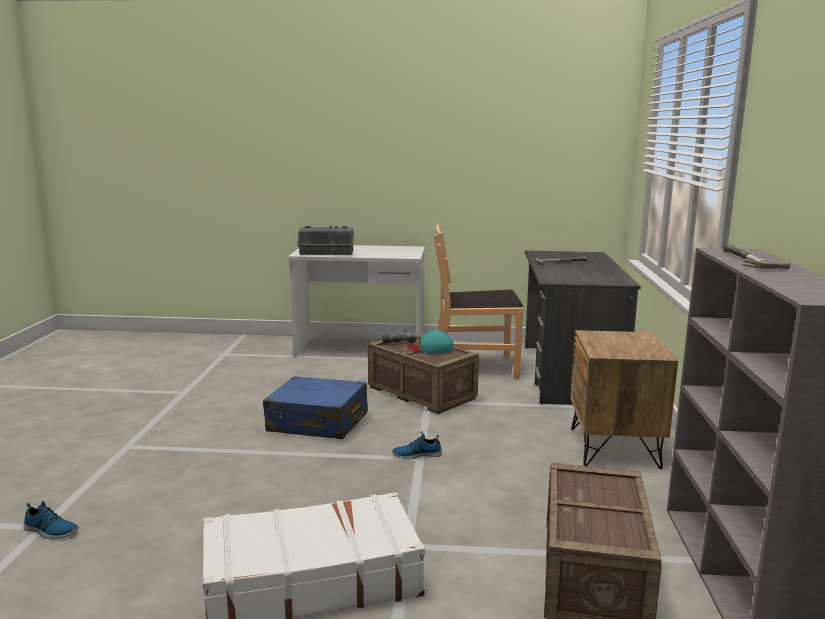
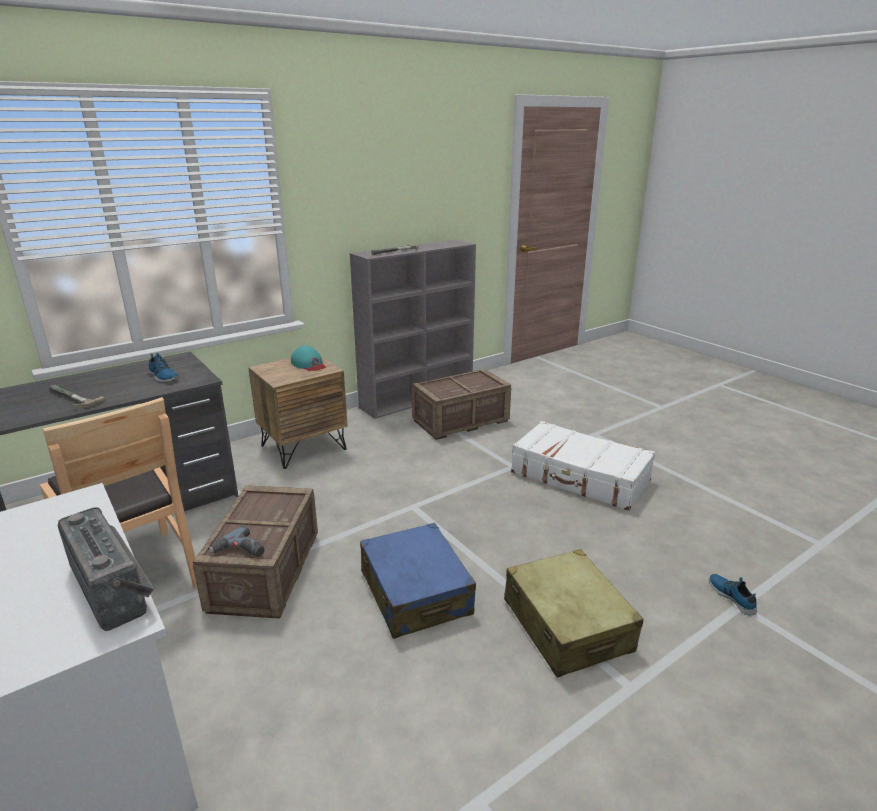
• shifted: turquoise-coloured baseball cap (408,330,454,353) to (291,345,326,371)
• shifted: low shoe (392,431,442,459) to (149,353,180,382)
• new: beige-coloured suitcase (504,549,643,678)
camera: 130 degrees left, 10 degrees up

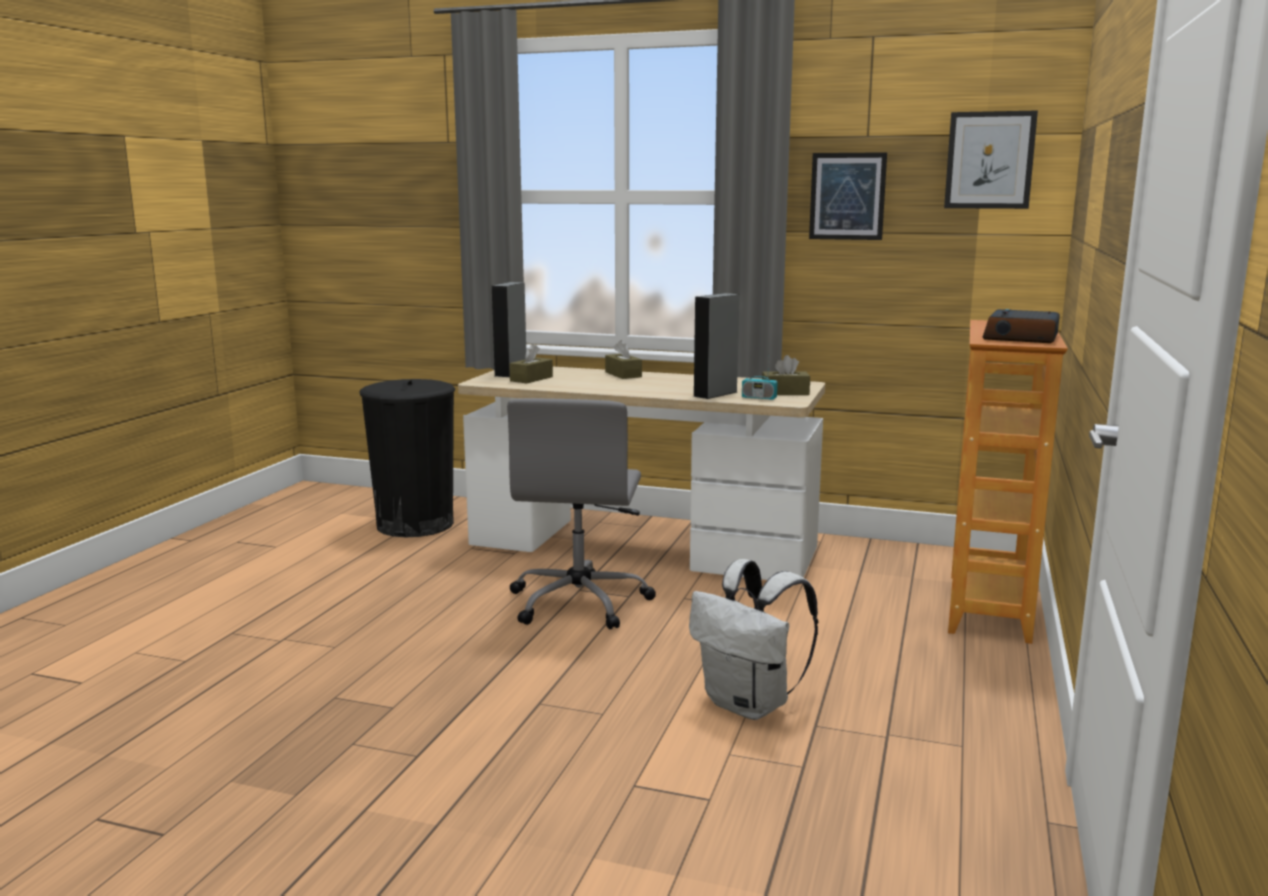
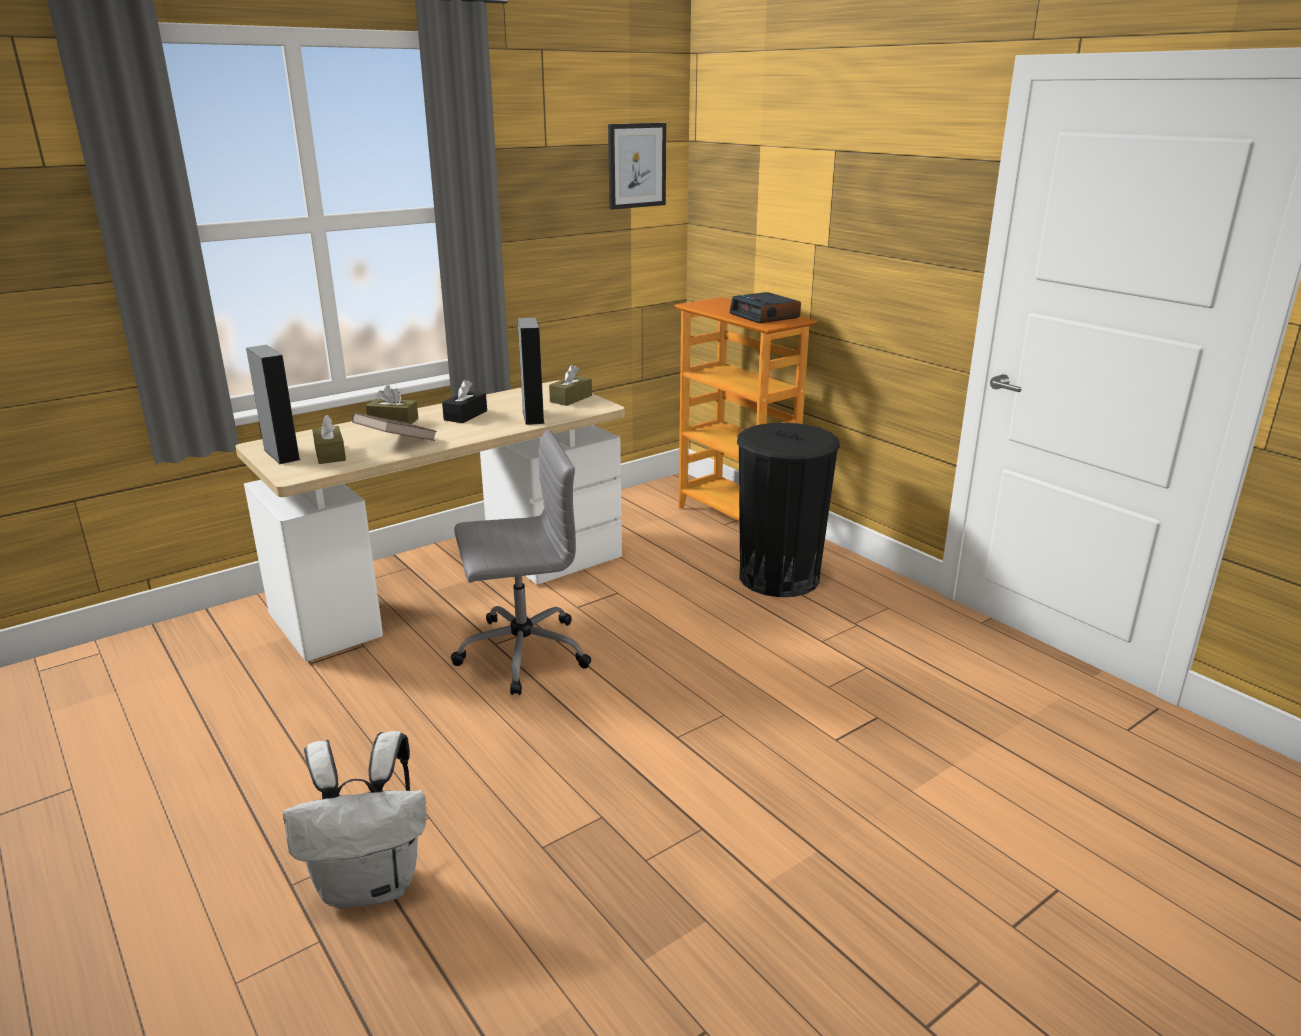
• gone: picture (809,152,887,240)
• gone: radio (742,355,777,400)
• shifted: black trash can (359,379,455,537) to (737,423,840,597)
• rotated: grey desk chair (507,398,656,629) = (451,429,592,695) 60 degrees counterclockwise
• shifted: white-coloured rucksack (689,559,818,720) to (283,731,427,909)
• new: black tissue box (442,380,487,423)
• new: brown volume (352,412,437,441)
camera: 55 degrees left, 10 degrees up

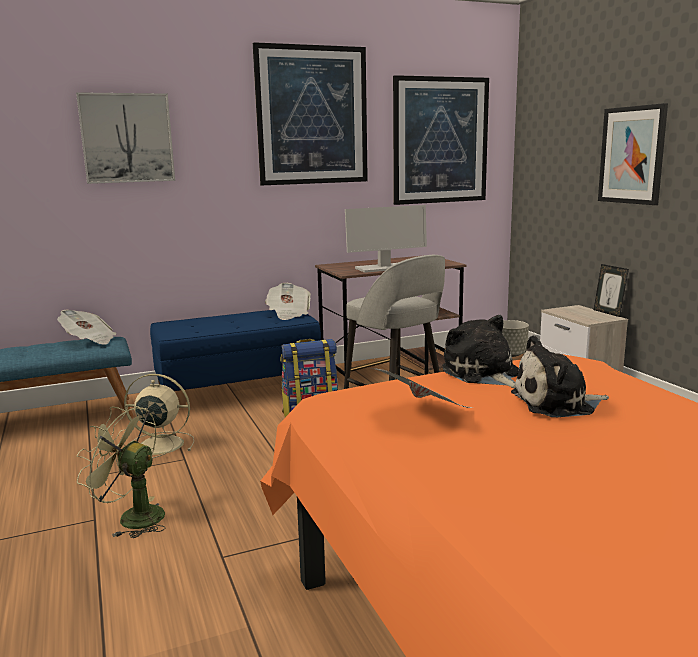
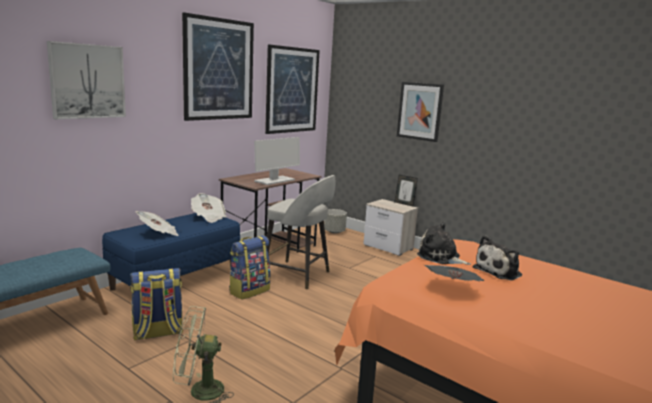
• shifted: printed paper (57,310,117,345) to (136,211,179,236)
• swapped: beige-coloured fan (124,374,194,458) to rucksack (130,268,183,341)
camera: 30 degrees left, 0 degrees up

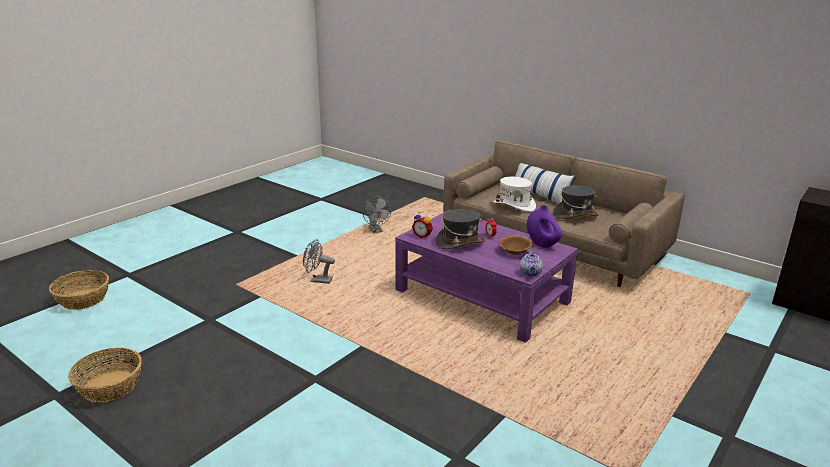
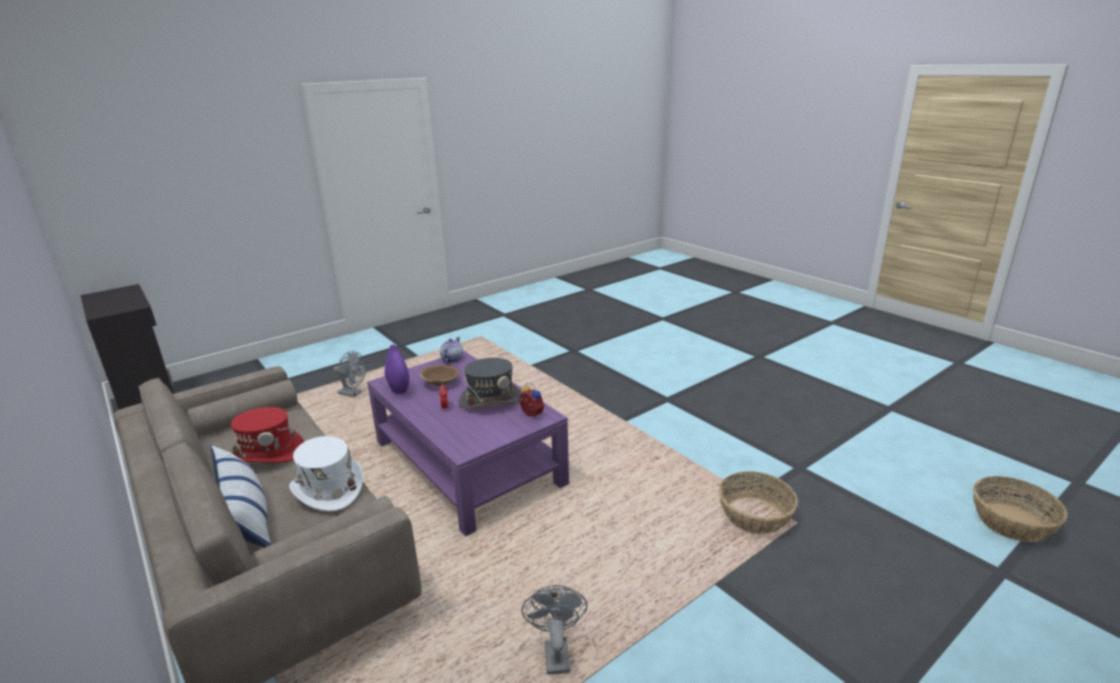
• repainted: grey clothing hat (553,185,599,219) to reddish clothing hat (231,407,304,463)
• shifted: grey fan (303,239,335,284) to (333,351,366,397)
• shifted: storage basket (68,348,142,402) to (719,471,798,534)
camera: 165 degrees left, 0 degrees up

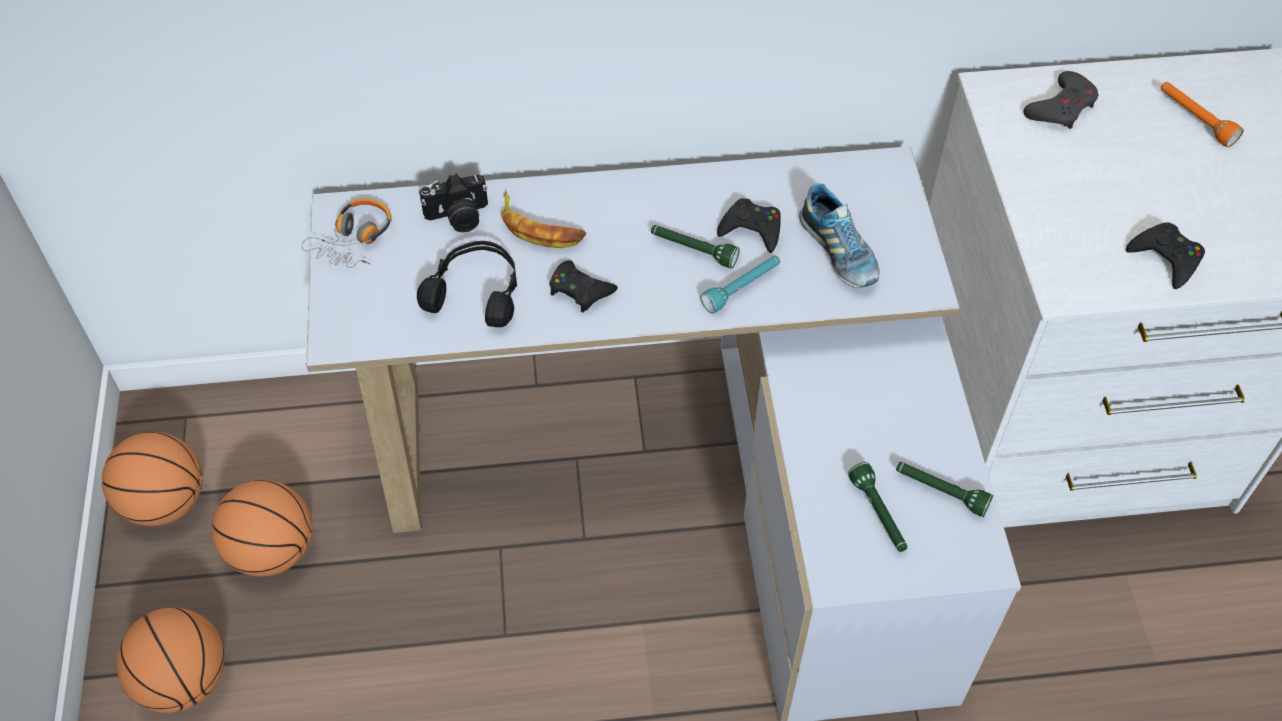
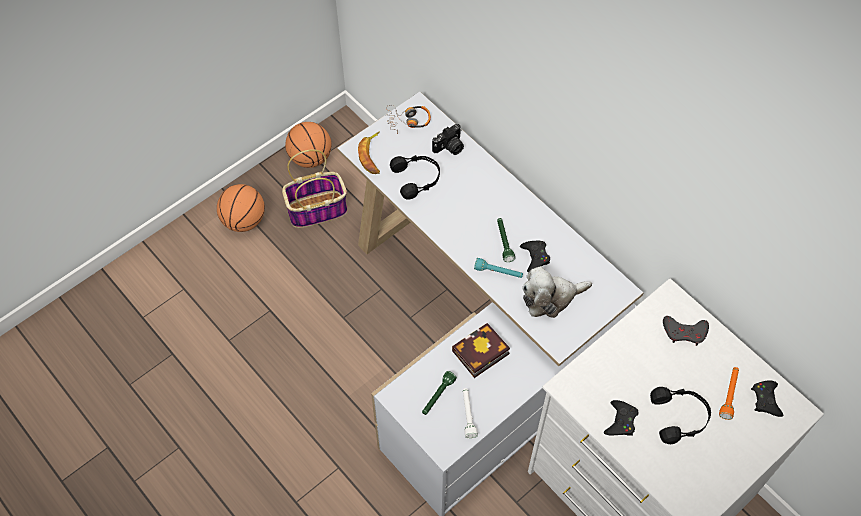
• rotated: still camera (419,174,488,232) = (432,124,464,155) 75 degrees counterclockwise
• swapped: low shoe (799,183,880,288) to cuddly toy (522,266,592,318)
• shifted: whole banana (500,191,586,248) to (358,132,380,174)
• shifted: black game controller (549,260,618,313) to (751,381,784,417)
• repainted: green-coloured hand torch (896,462,993,517) to white-coloured hand torch (463,388,478,439)
• swapped: ball for basketball (211,480,313,576) to storage basket (282,150,348,228)
• new: volume (452,323,510,378)
• new: black pair of headphones (650,387,711,444)
camera: 55 degrees right, 5 degrees up

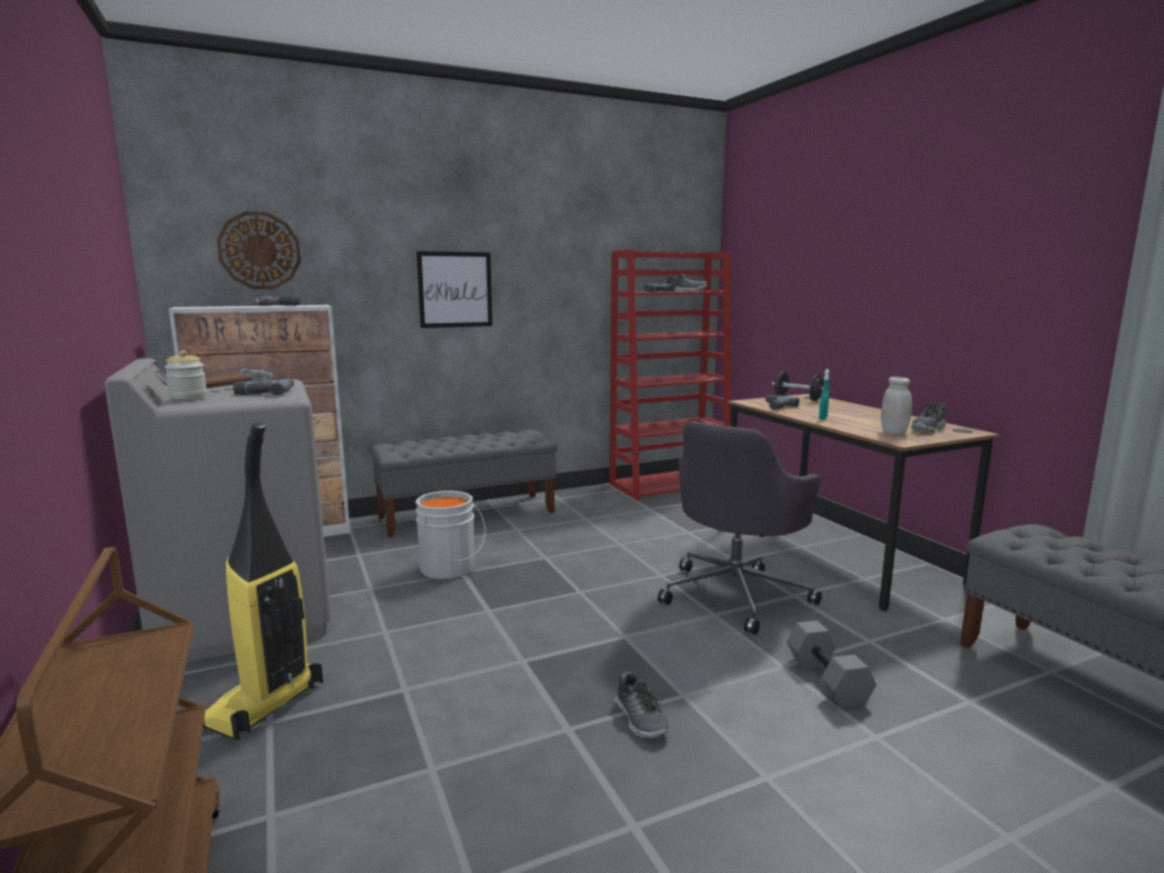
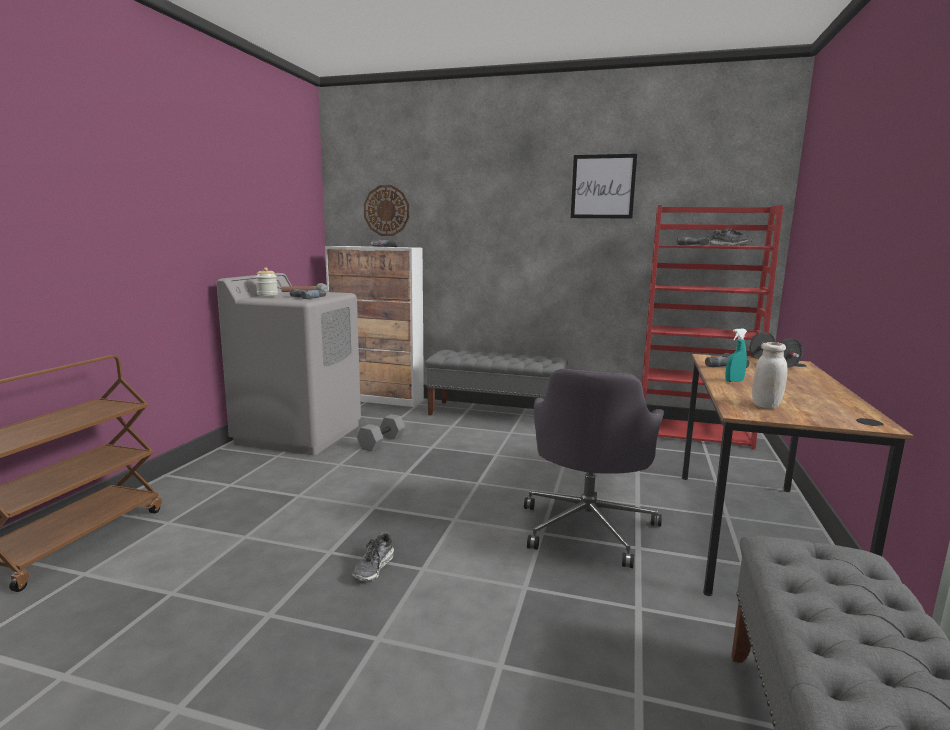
• shifted: picture (416,251,492,328) to (571,154,637,219)
• gone: low shoe (911,403,946,433)
• rotated: grey desk chair (658,421,822,634) = (524,369,664,568) 60 degrees counterclockwise
• gone: hoover (203,422,323,740)
• gone: grey water bucket (415,491,486,579)
• shifted: grey dumbbell (787,620,876,709) to (357,414,405,451)
camera: 40 degrees right, 0 degrees up

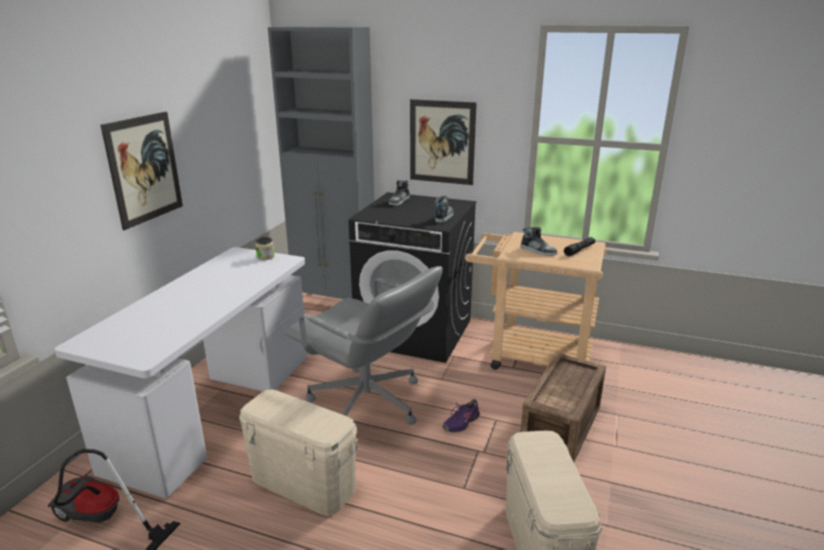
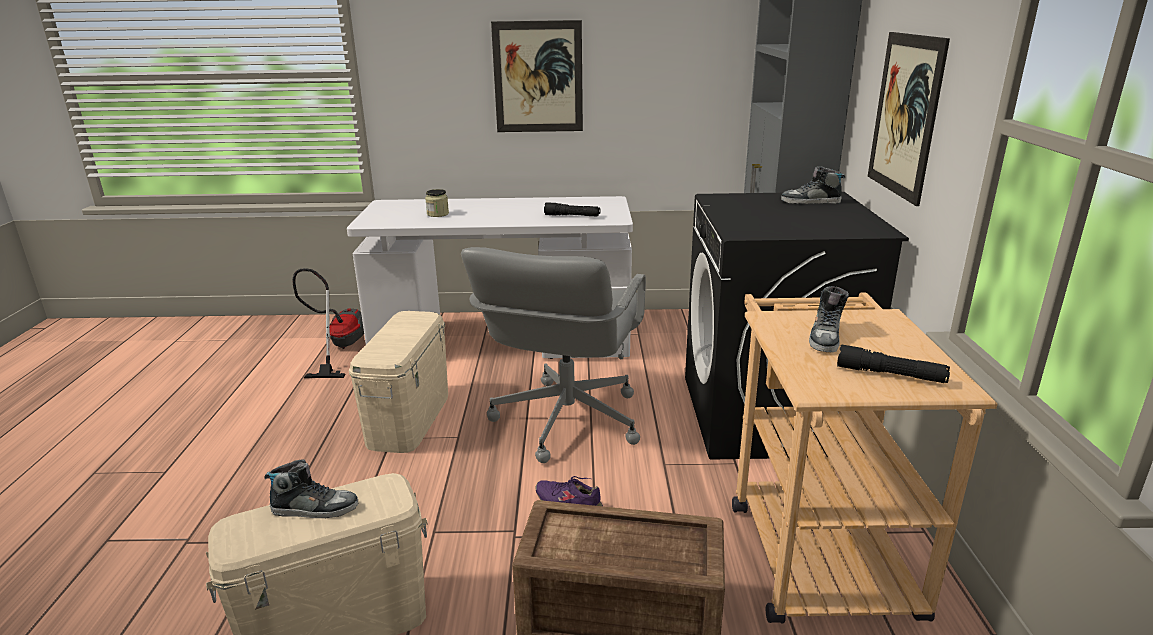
• shifted: low shoe (435,196,453,223) to (264,459,358,518)
• shifted: jar (255,237,275,260) to (425,189,449,217)
• new: black hand torch (544,202,600,217)
camera: 70 degrees right, 0 degrees up

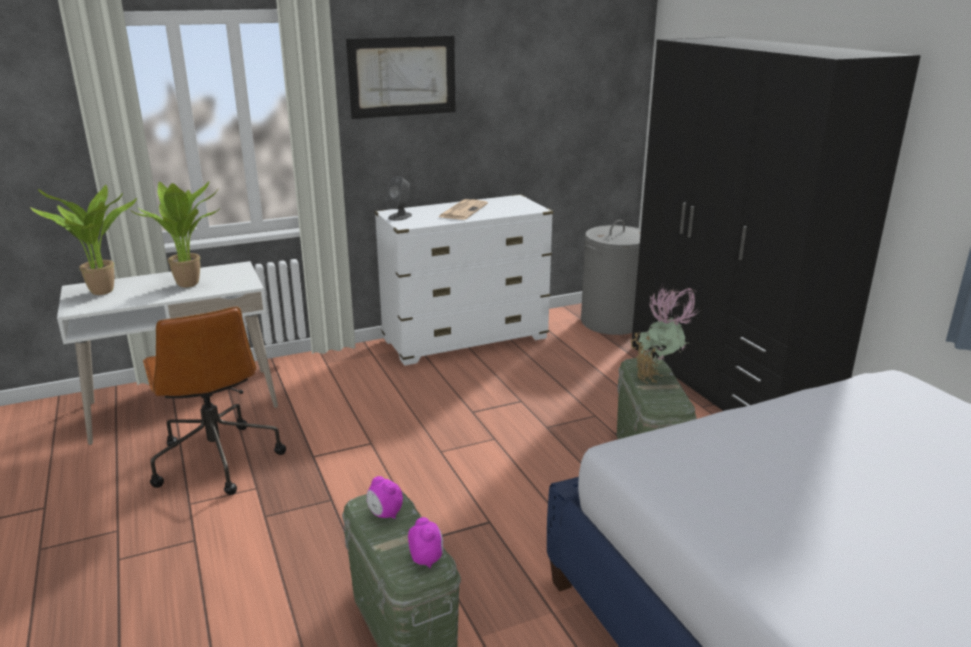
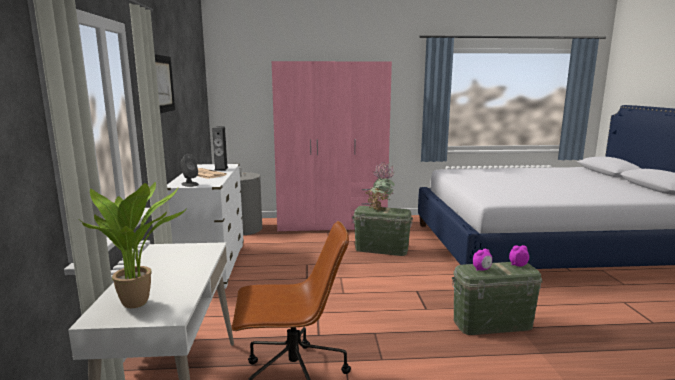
• repainted: black clothes cupboard (632,37,921,411) to pink-coloured clothes cupboard (272,61,392,232)
• gone: houseplant (130,181,220,287)
• new: audio speaker (212,126,228,171)
camera: 70 degrees left, 10 degrees down

